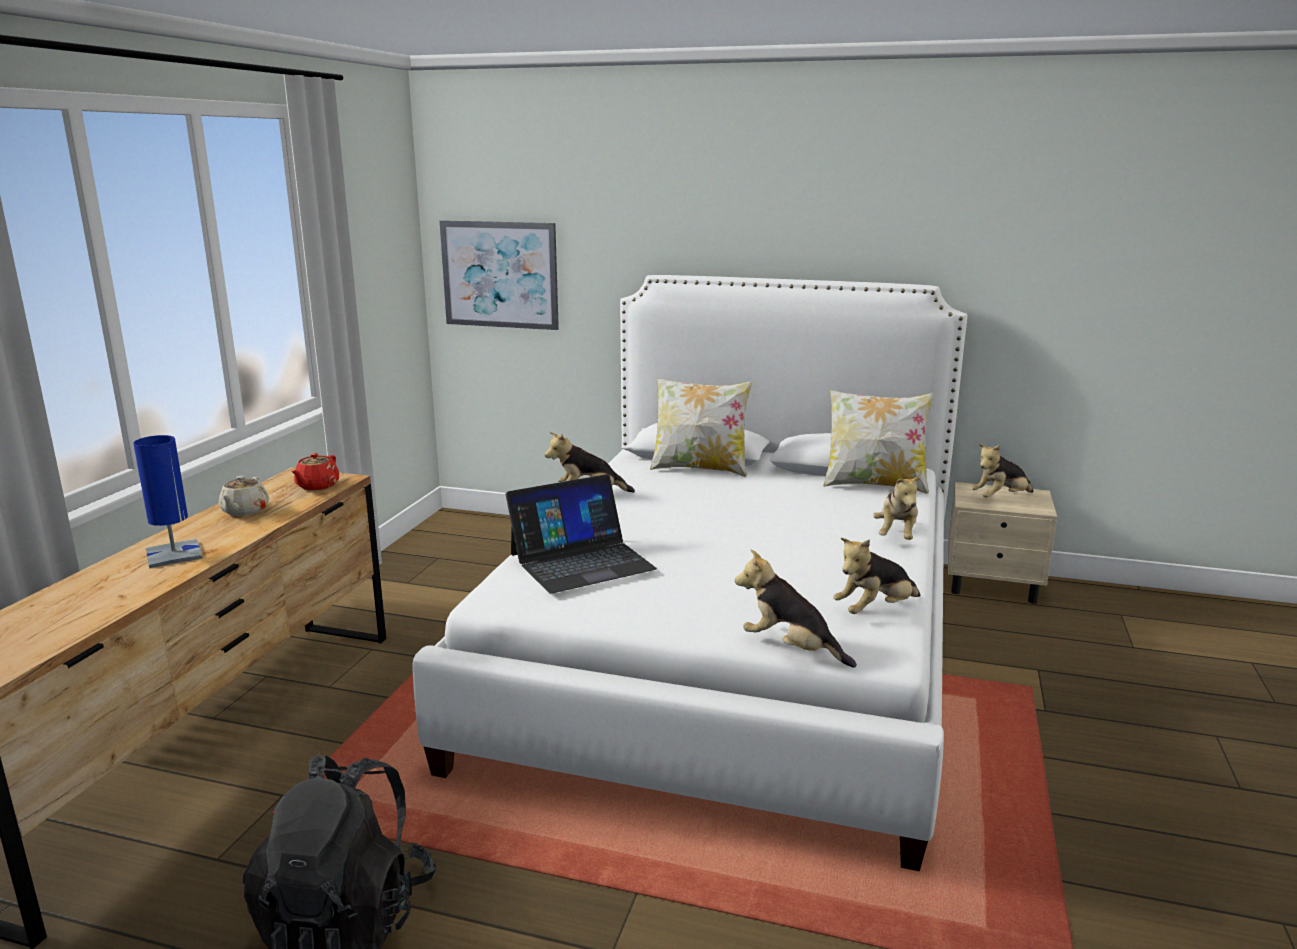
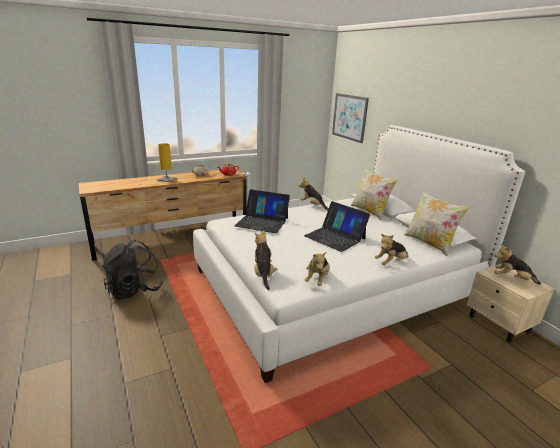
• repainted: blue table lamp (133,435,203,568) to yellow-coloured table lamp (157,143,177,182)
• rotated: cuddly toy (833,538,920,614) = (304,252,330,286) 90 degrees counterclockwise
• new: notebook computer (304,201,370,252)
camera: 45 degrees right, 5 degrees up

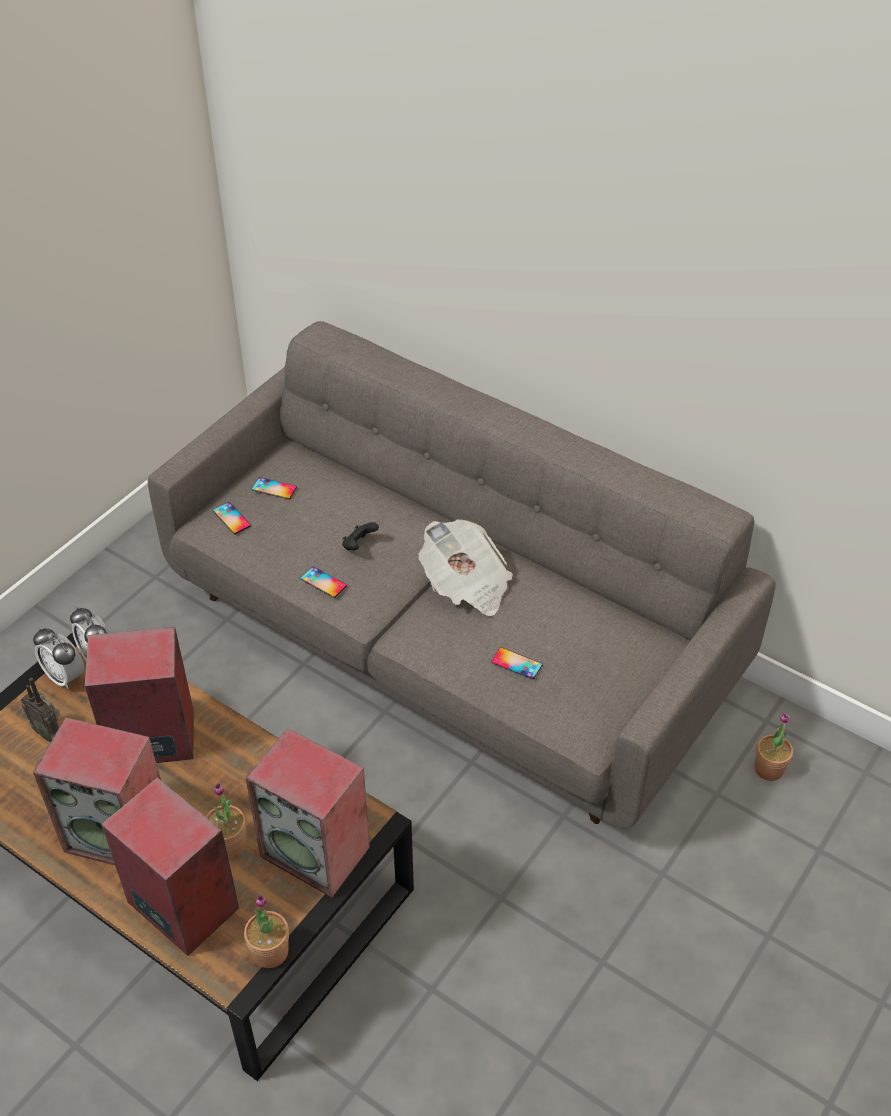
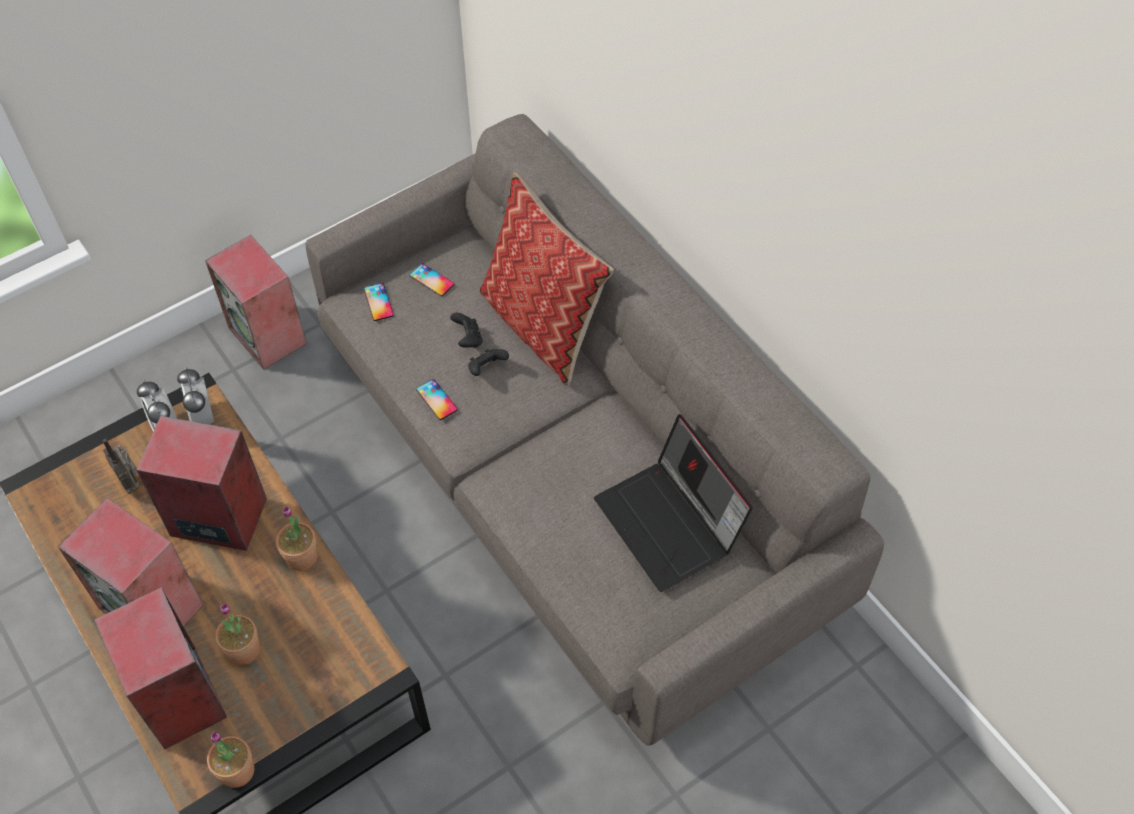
• gone: printed paper (418,519,513,616)
• gone: telephone (492,647,542,679)
• shifted: houseplant (755,713,793,781) to (276,506,317,571)
• shifted: audio speaker (245,728,370,898) to (205,235,307,370)
• new: cushion (479,173,614,386)
• new: black game controller (450,313,483,348)
• new: notebook computer (594,414,753,592)
camera: 20 degrees right, 10 degrees up

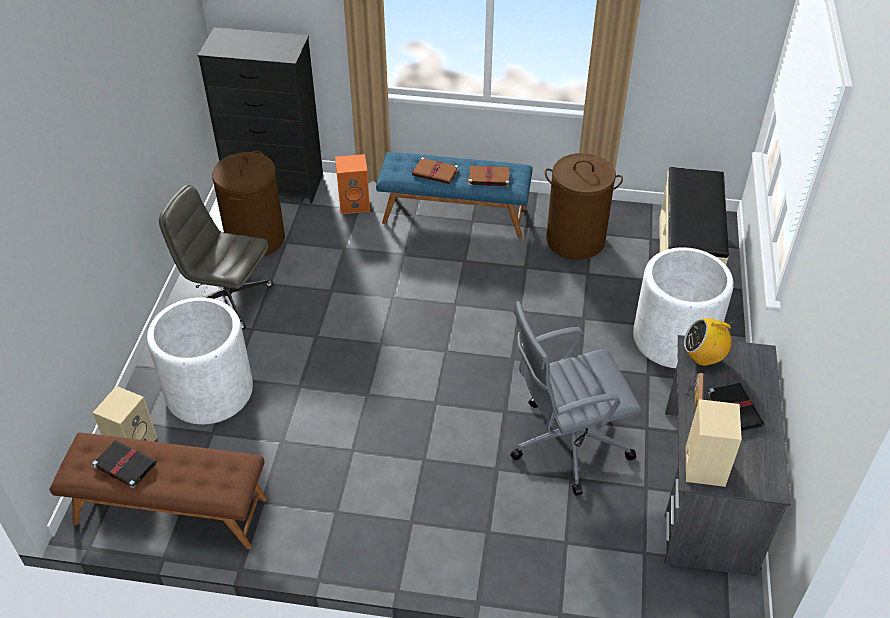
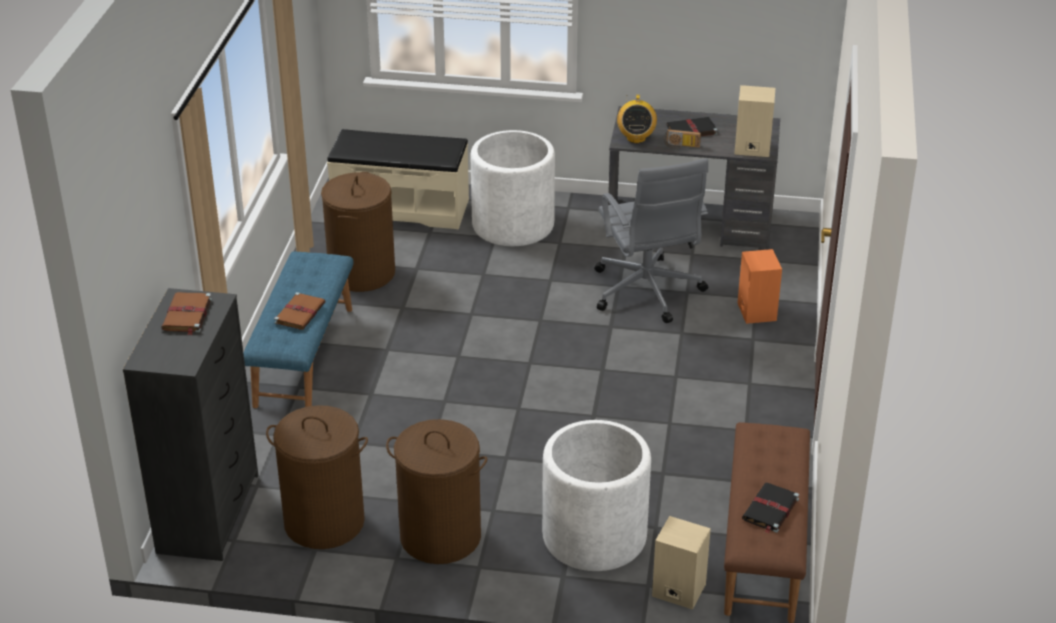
• shifted: orange-coloured audio speaker (335,154,370,214) to (738,249,782,324)
• shifted: brown volume (465,166,510,187) to (161,292,212,335)
• swapped: grey desk chair (159,185,274,330) to brown hamper (386,419,487,564)
camera: 90 degrees left, 10 degrees down

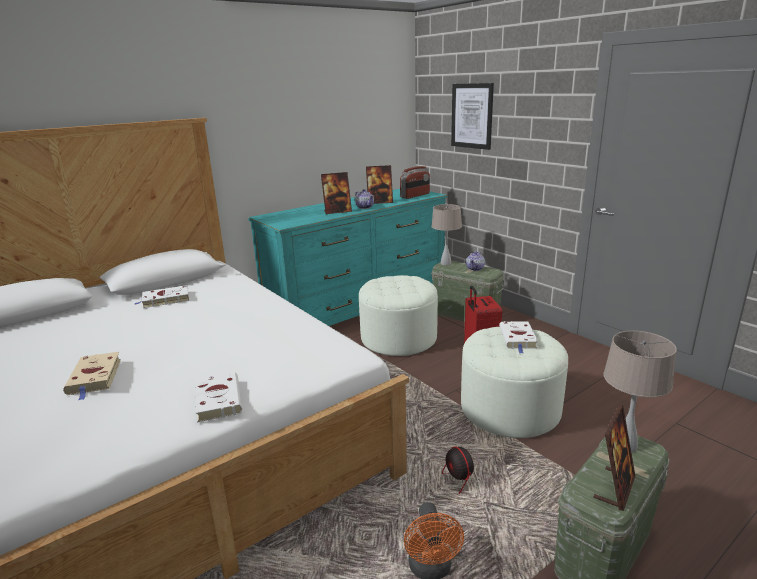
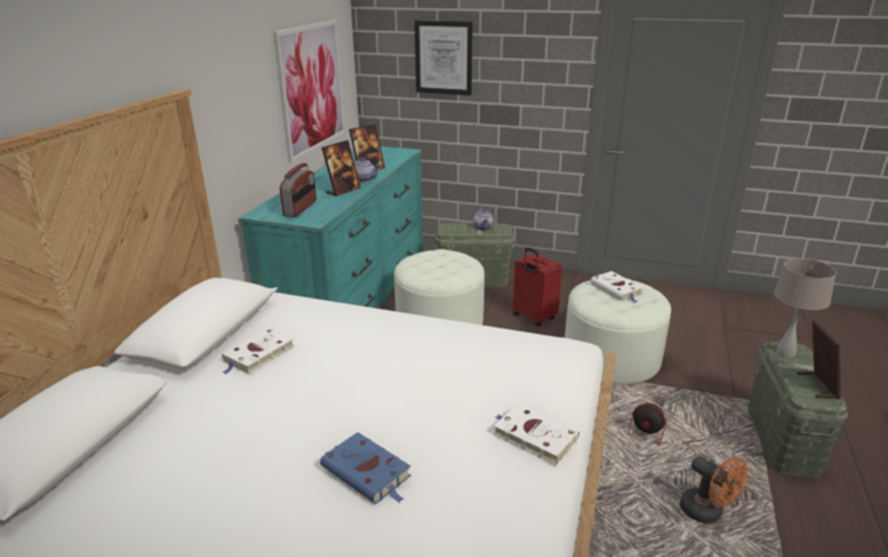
• shifted: radio (400,166,430,199) to (280,163,317,217)
• gone: beige-coloured table lamp (431,204,462,265)
• repainted: beige-coloured volume (63,352,121,400) to blue volume (320,432,411,504)
• new: picture (273,20,345,163)
camera: 35 degrees left, 5 degrees up

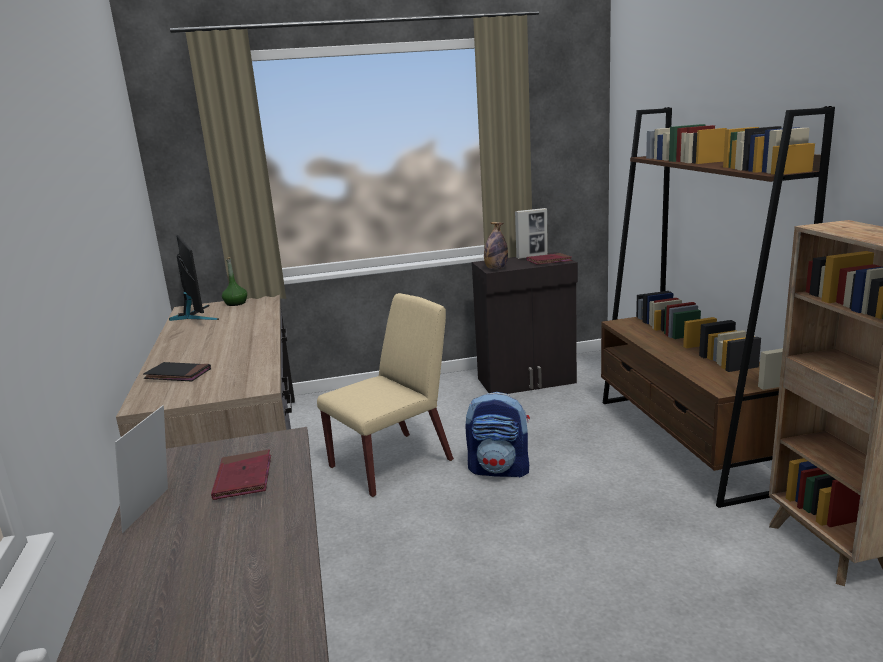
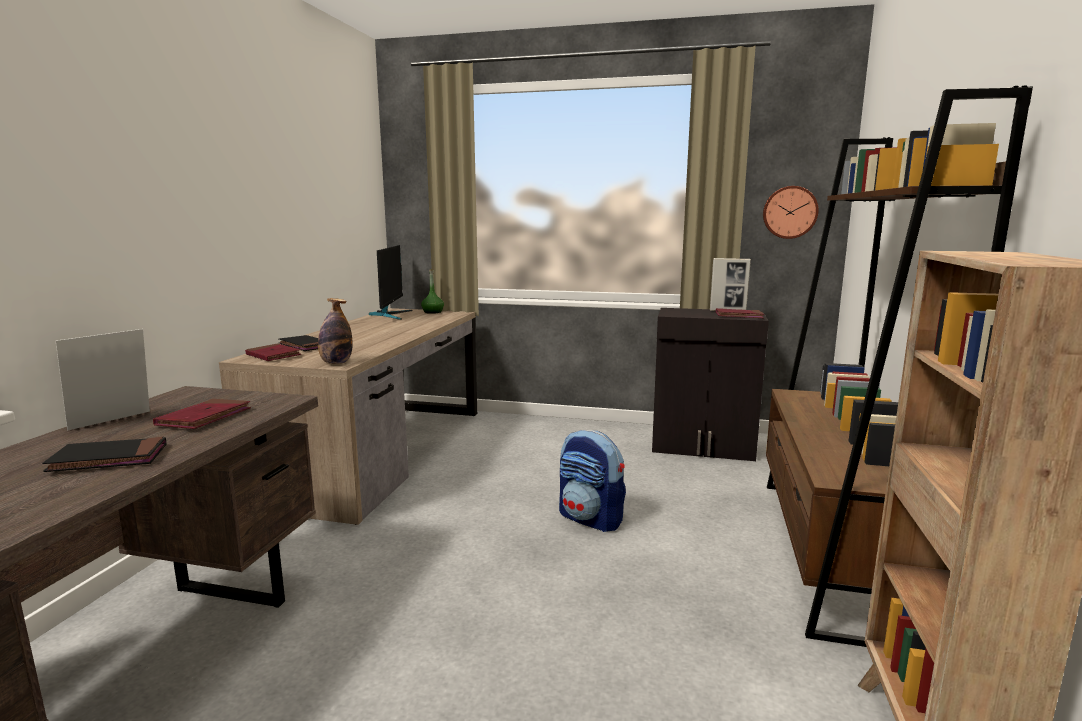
• shifted: drink bottle (484,222,508,269) to (318,298,353,364)
• gone: beige-coloured chair (317,293,454,497)
• new: hanging clock (763,186,819,239)
• new: reddish volume (245,343,301,361)
• new: black volume (42,437,166,472)
camera: 25 degrees right, 5 degrees down

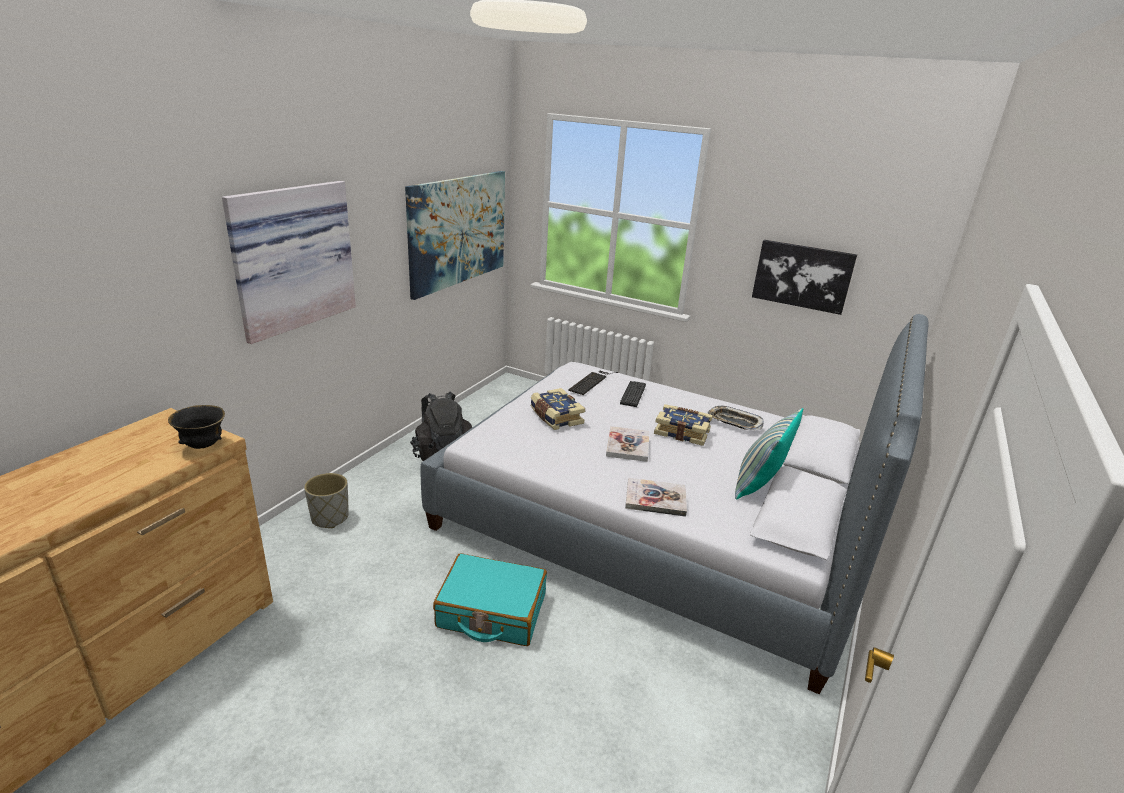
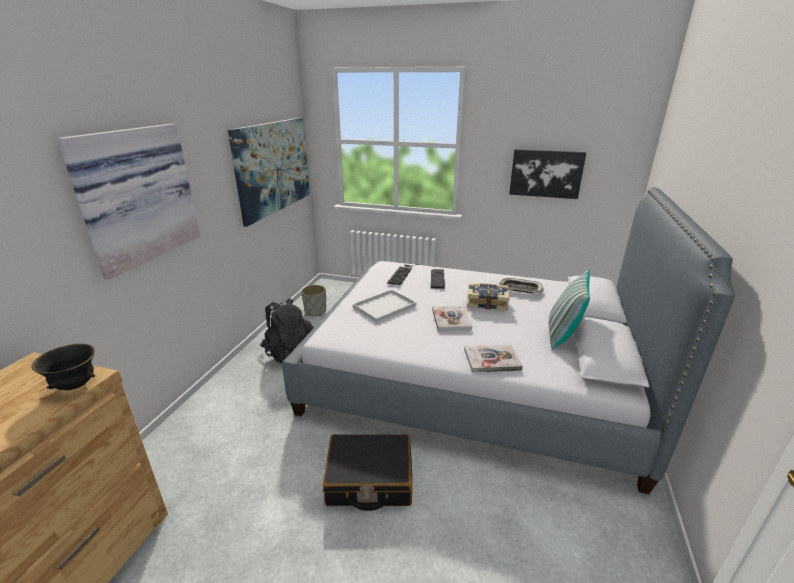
• swapped: volume (531,388,585,430) to white-coloured carrying tray (353,290,417,322)
• shifted: grey flower pot (304,473,349,528) to (301,285,326,316)
• repainted: turquoise-coloured suitcase (433,553,547,646) to black suitcase (322,434,412,511)
camera: 10 degrees left, 0 degrees up

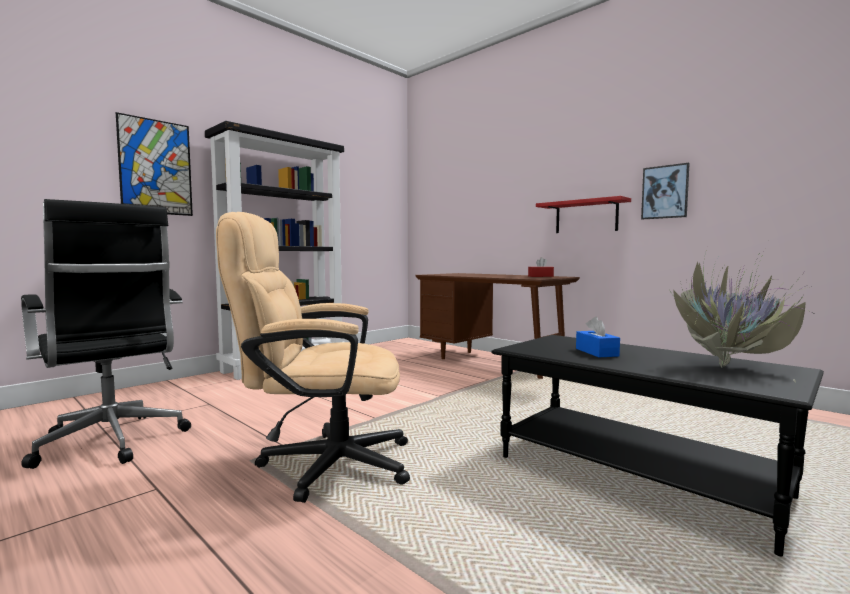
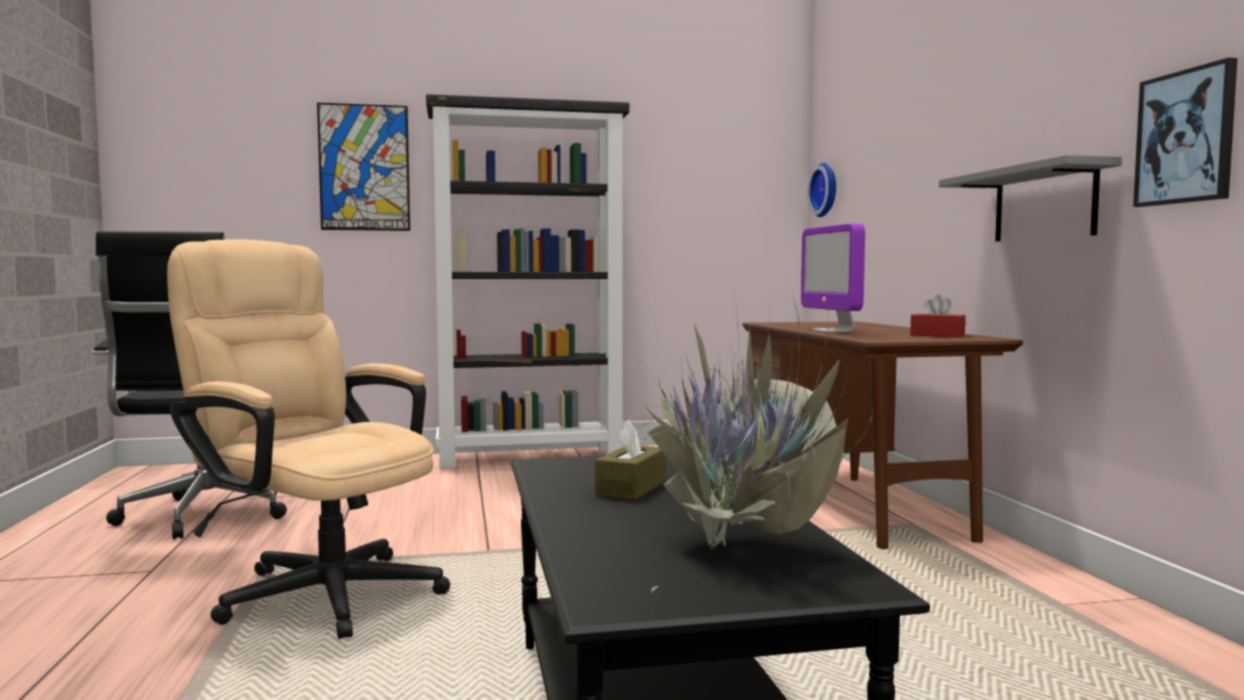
• repainted: reddish shelf (536,196,631,233) to grey shelf (939,155,1122,241)
• repainted: blue tissue box (576,317,620,357) to brown tissue box (595,420,666,500)
• new: hanging clock (807,163,836,217)
• new: monitor (801,224,865,332)
camera: 35 degrees right, 0 degrees up

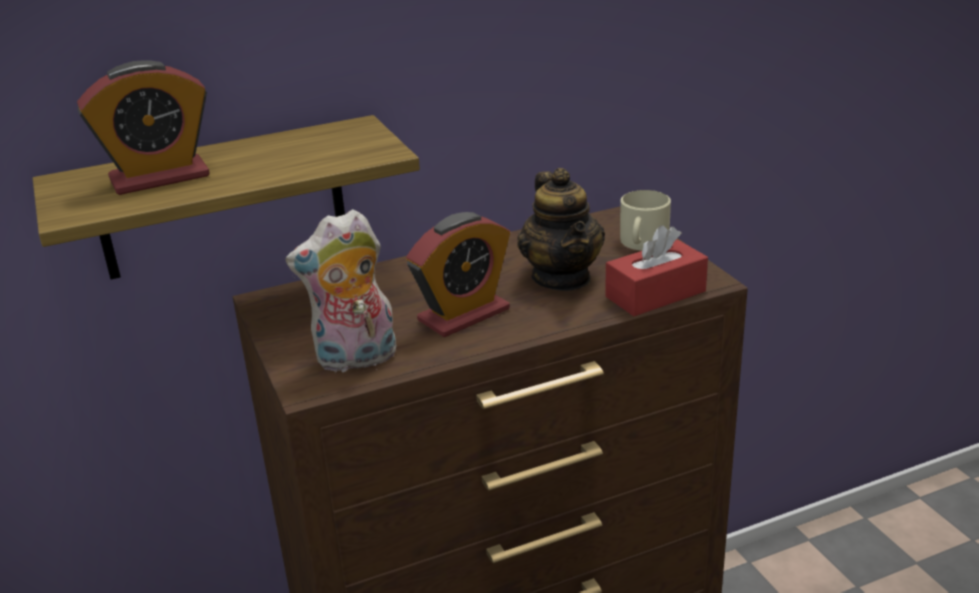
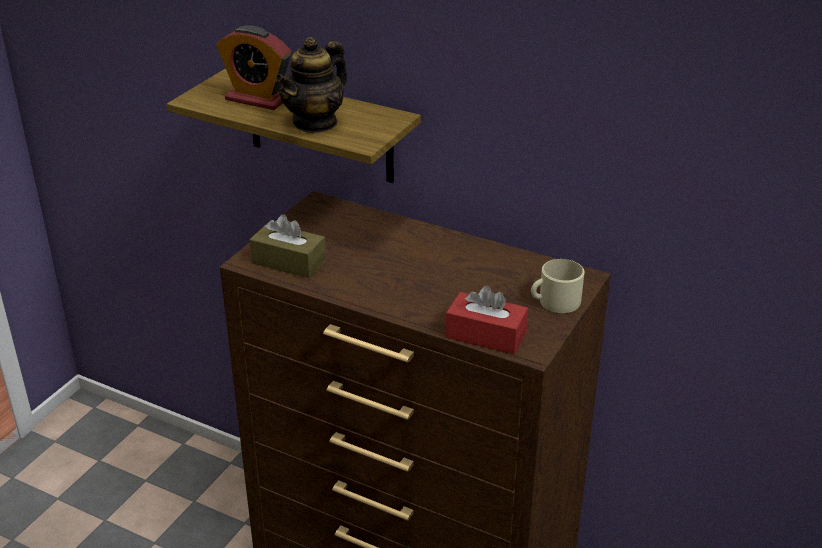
• shifted: teapot (517,168,605,291) to (275,37,347,133)
• swapped: cuddly toy (286,209,396,372) to brown tissue box (250,215,326,278)
• gone: table clock (406,212,510,337)
camera: 50 degrees right, 5 degrees up

